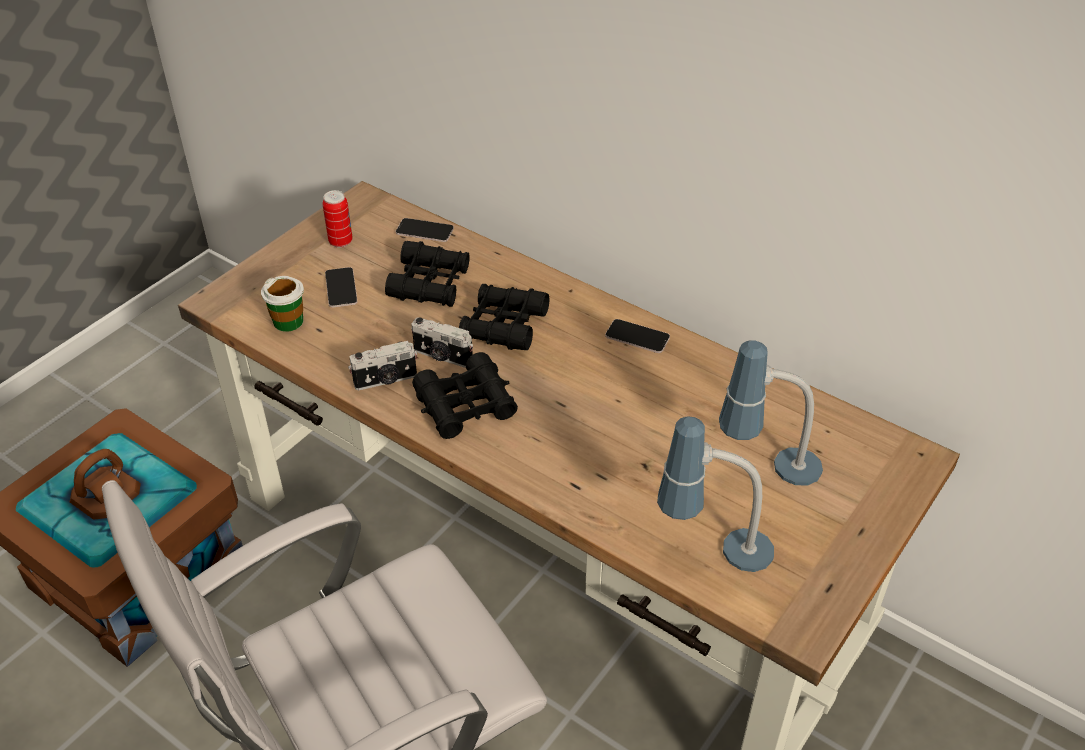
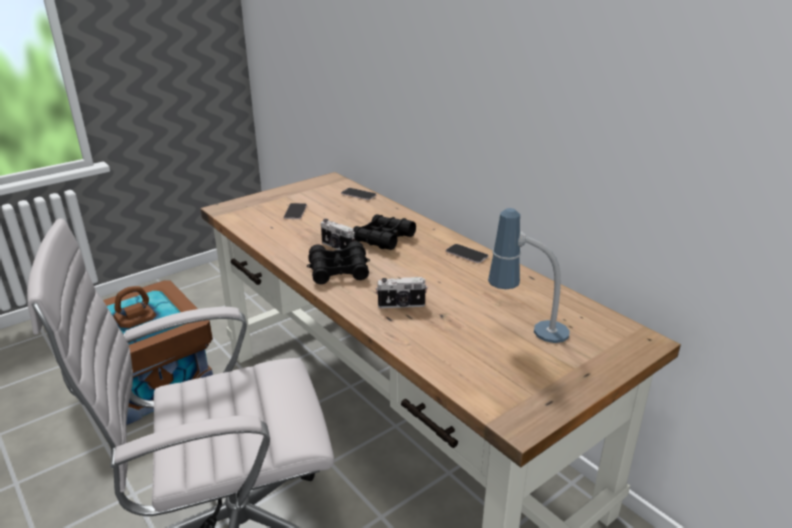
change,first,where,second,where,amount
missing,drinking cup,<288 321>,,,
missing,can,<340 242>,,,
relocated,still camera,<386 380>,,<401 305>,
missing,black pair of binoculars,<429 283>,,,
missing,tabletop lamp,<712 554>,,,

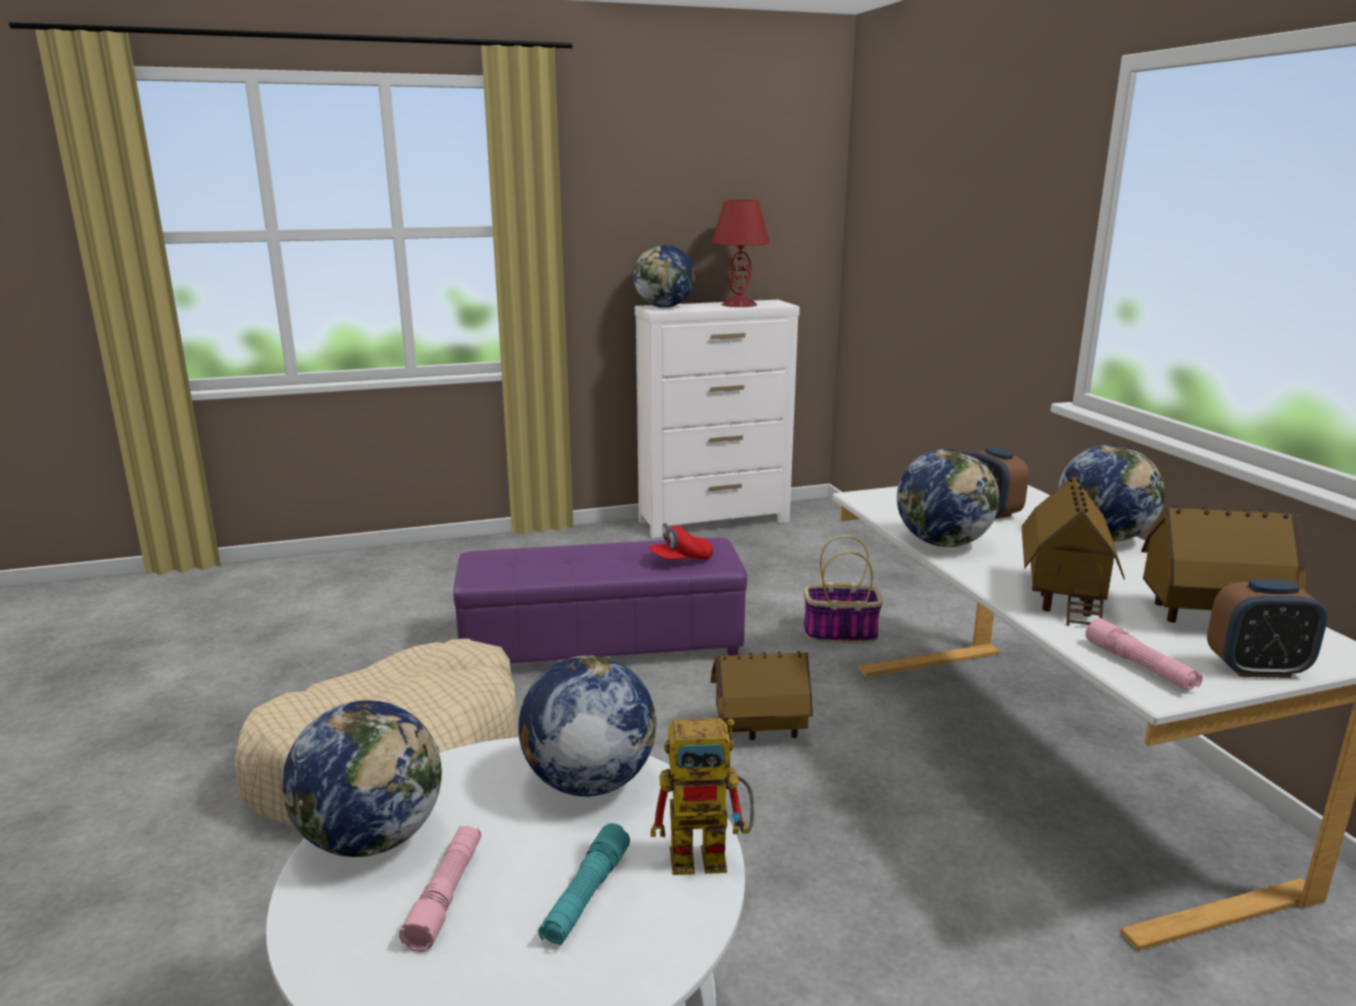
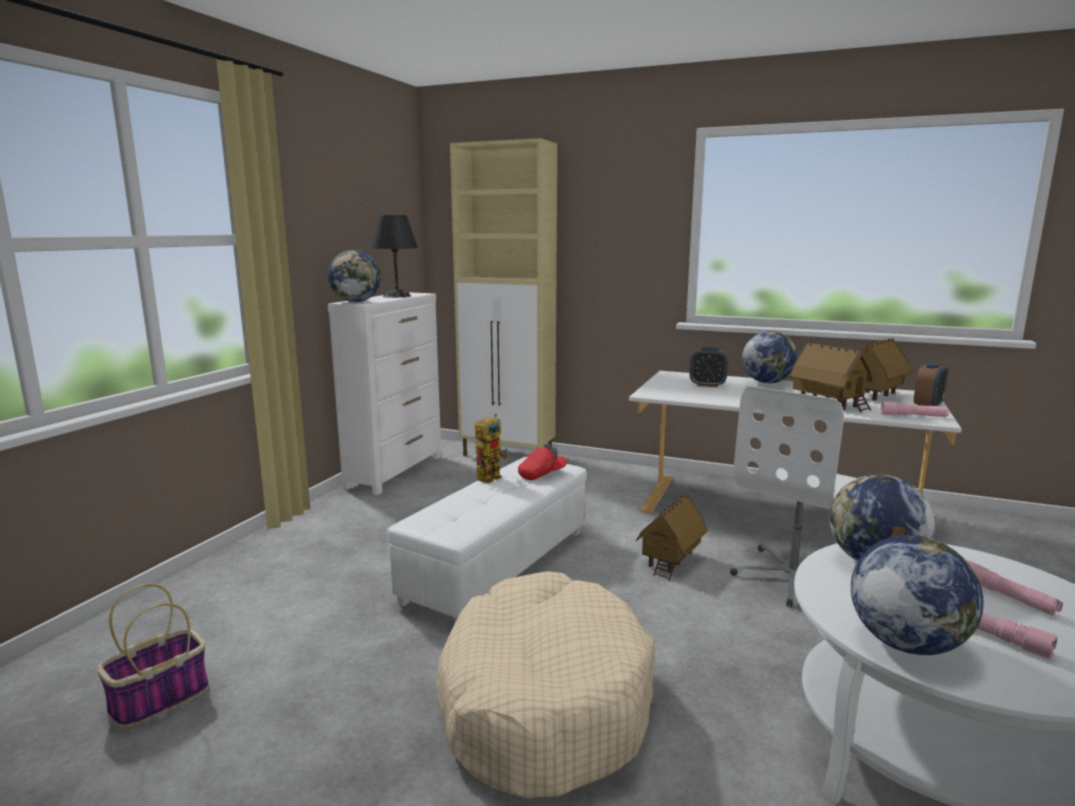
change,first,where,second,where,amount
colour,purplish footrest,<603 645>,white-coloured footrest,<498 564>,
colour,turquoise hand torch,<586 896>,pink-coloured hand torch,<1003 596>,
spun,red-coloured peaked cap,<680 560>,,<542 474>,135 degrees counterclockwise
relocated,robot figure,<711 855>,,<491 476>,
colour,red-coloured tabletop lamp,<739 304>,black tabletop lamp,<397 296>,
relocated,basket,<839 633>,,<159 700>,
missing,desk globe,<943 543>,,,
appeared,,,beige storage cabinet,<508 456>,
appeared,,,white-coloured desk chair,<793 577>,

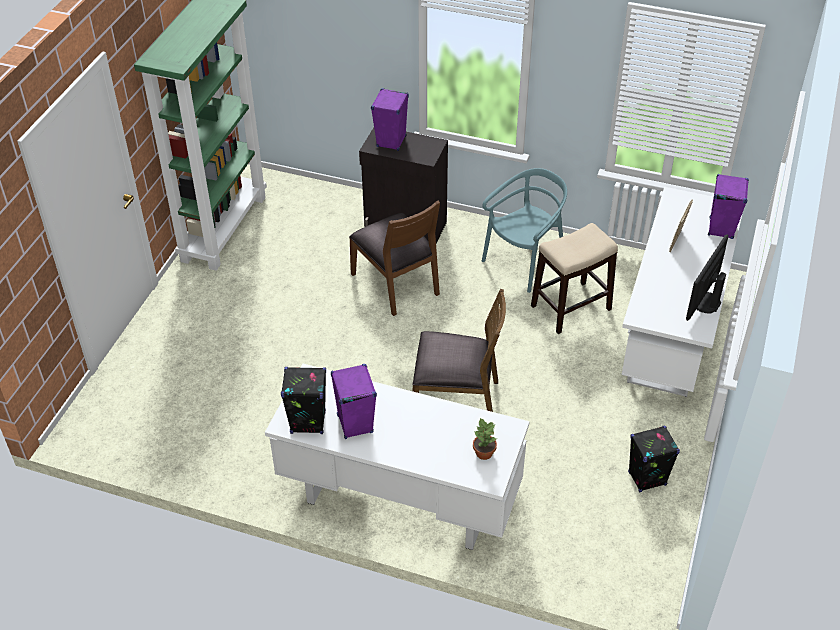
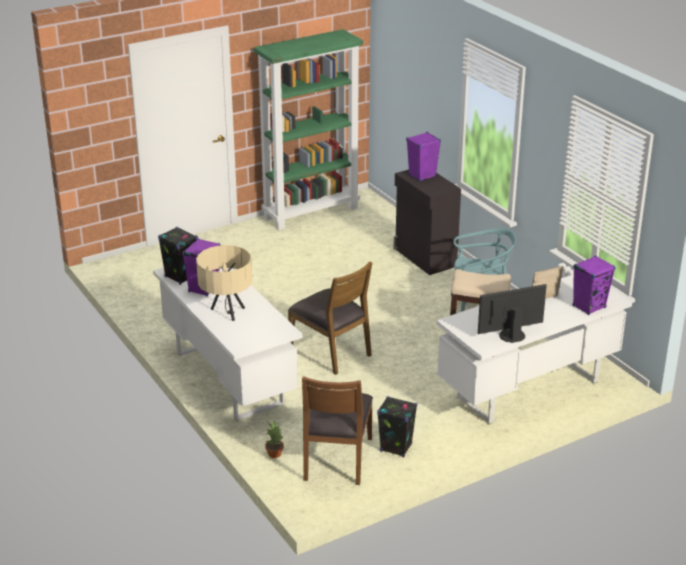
change,first,where,second,where,amount
relocated,brownish upright chair,<396 283>,,<336 459>,
relocated,plant in a pot,<483 452>,,<274 453>,
appeared,,,beige tabletop lamp,<226 312>,

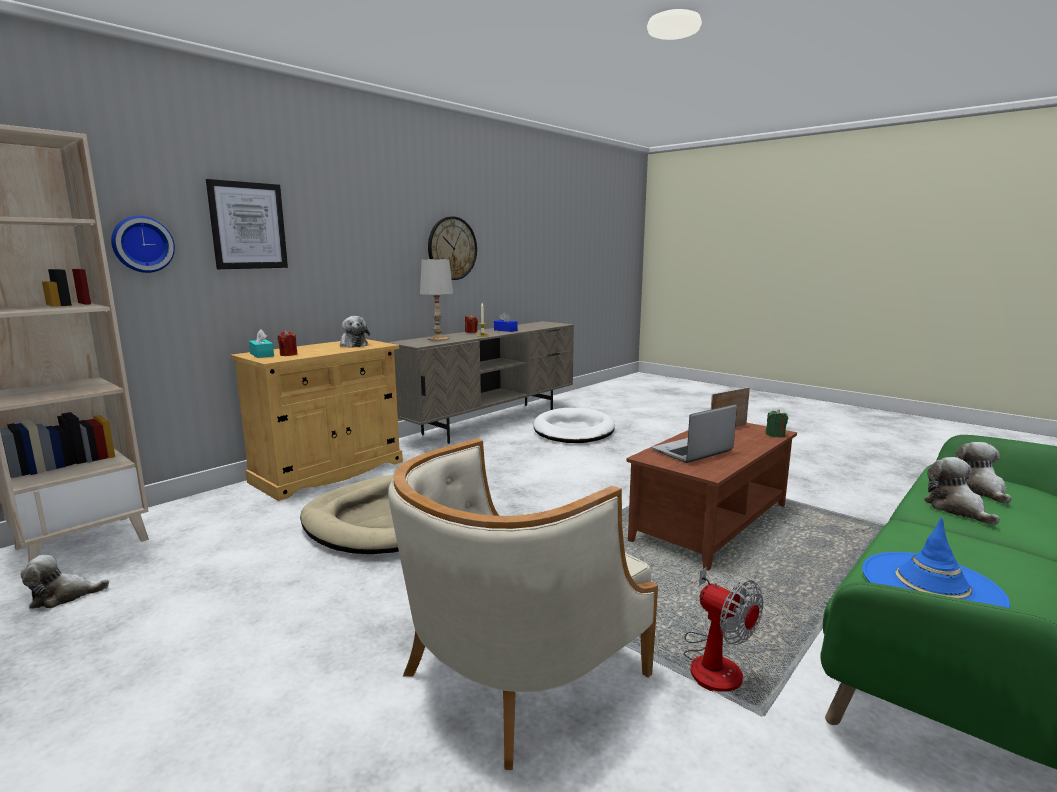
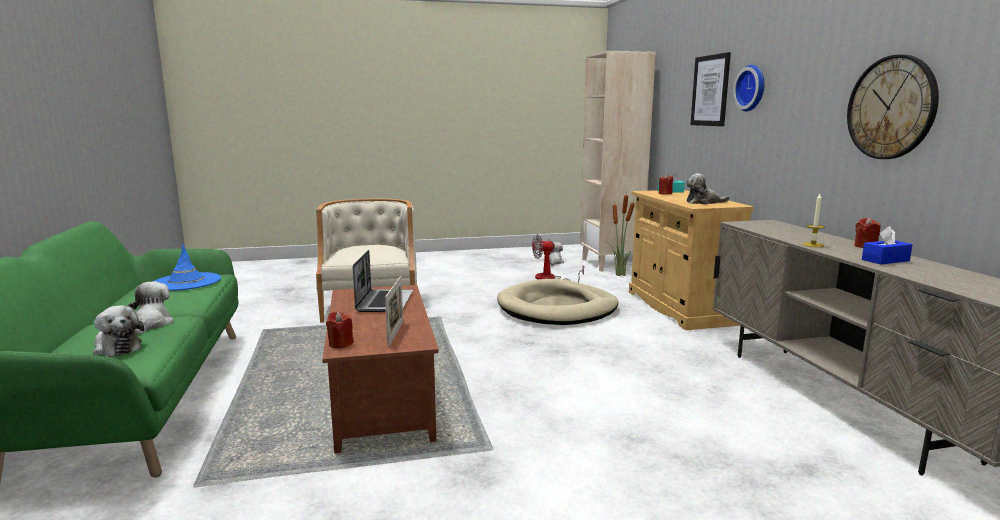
change,first,where,second,where,amount
relocated,wall clock,<142 244>,,<752 88>,
missing,white-coloured tabletop lamp,<438 338>,,,
missing,white-coloured dog bed,<573 430>,,,
relocated,fan,<713 661>,,<550 279>,
colour,green candle,<775 435>,red-coloured candle,<340 344>,
spun,plush toy,<956 509>,,<151 324>,120 degrees counterclockwise
appeared,,,plant in a pot,<619 275>,

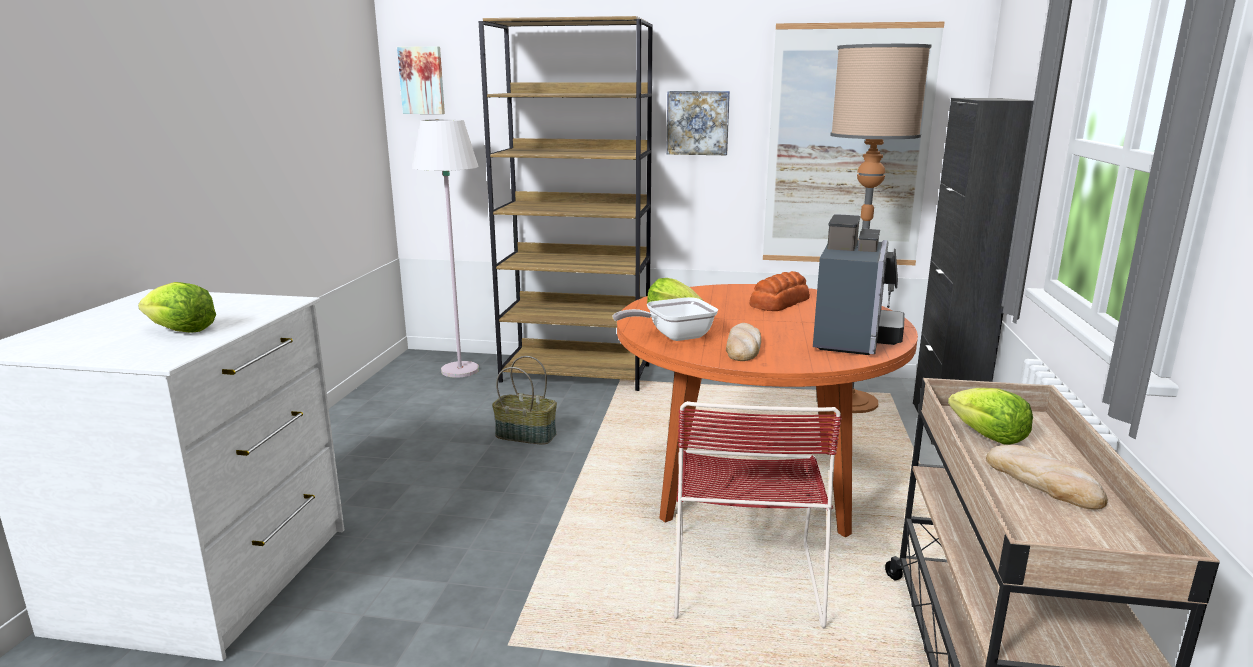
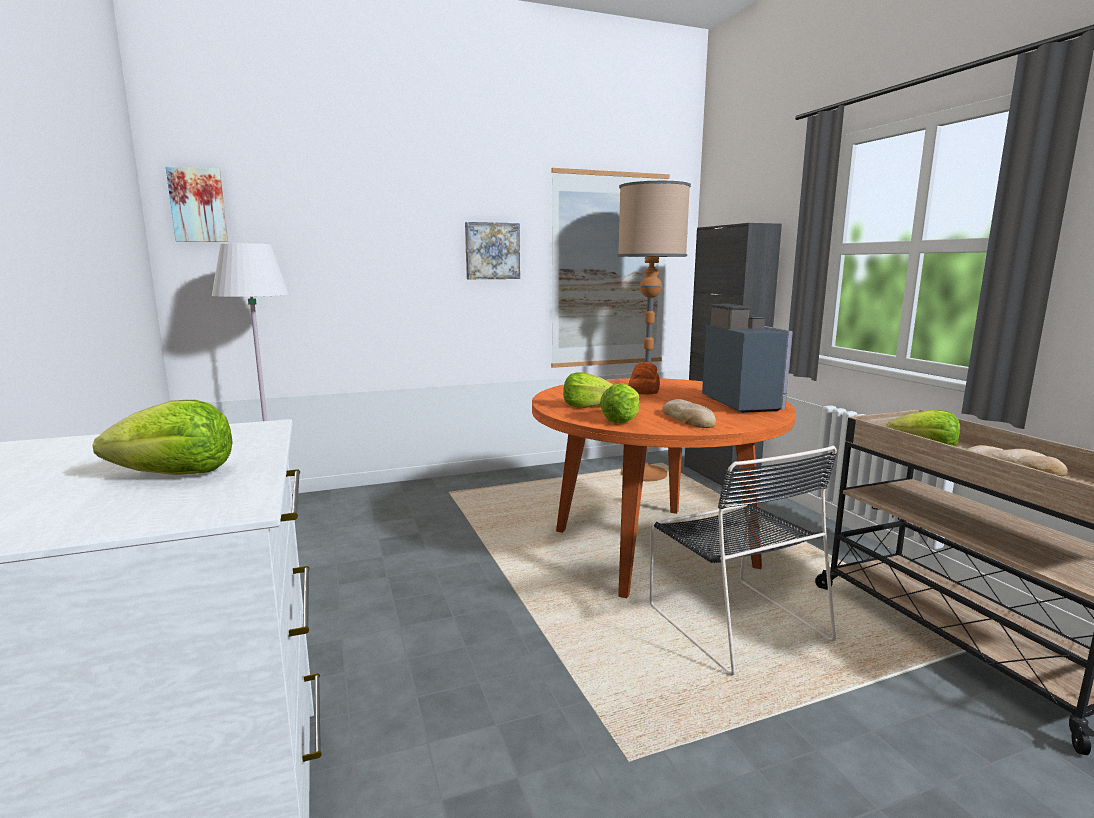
change,first,where,second,where,amount
missing,brownish shelving unit,<577 373>,,,
missing,basket,<526 435>,,,
exchanged,pan,<673 336>,lettuce,<621 420>,
colour,red-coloured upright chair,<745 574>,black upright chair,<733 620>,

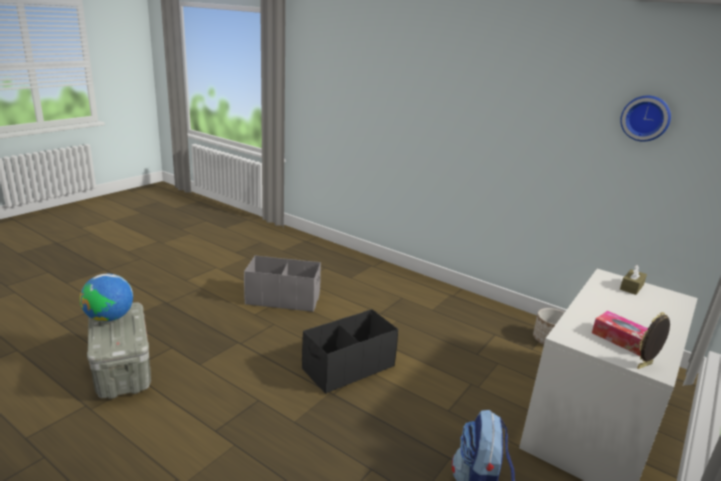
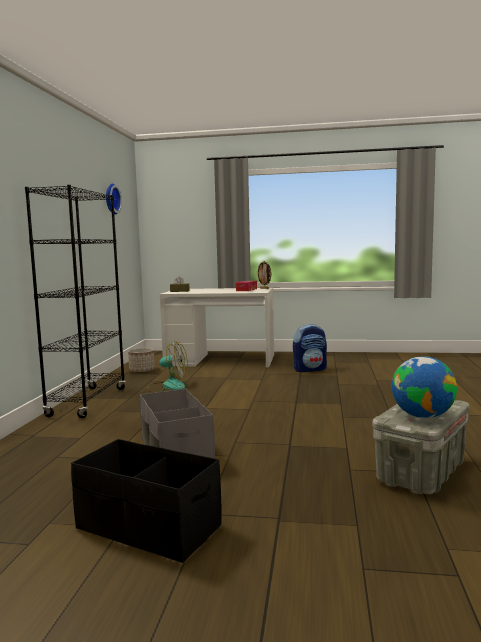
change,first,where,second,where,amount
relocated,black storage container,<348 367>,,<148 527>,
appeared,,,black shelving unit,<88 402>,
appeared,,,fan,<168 386>,

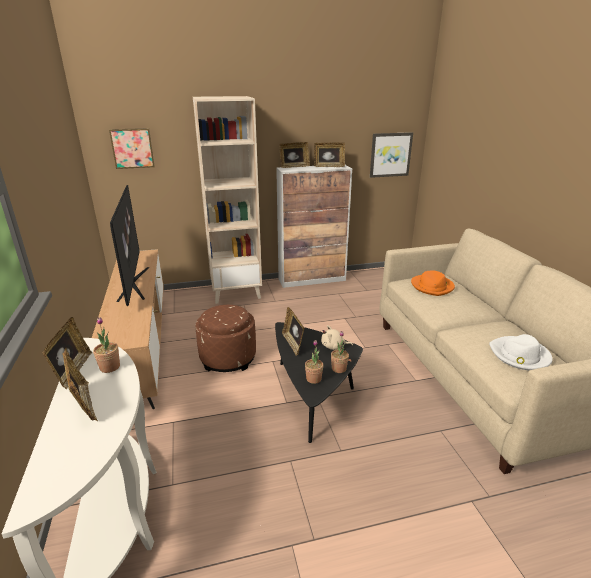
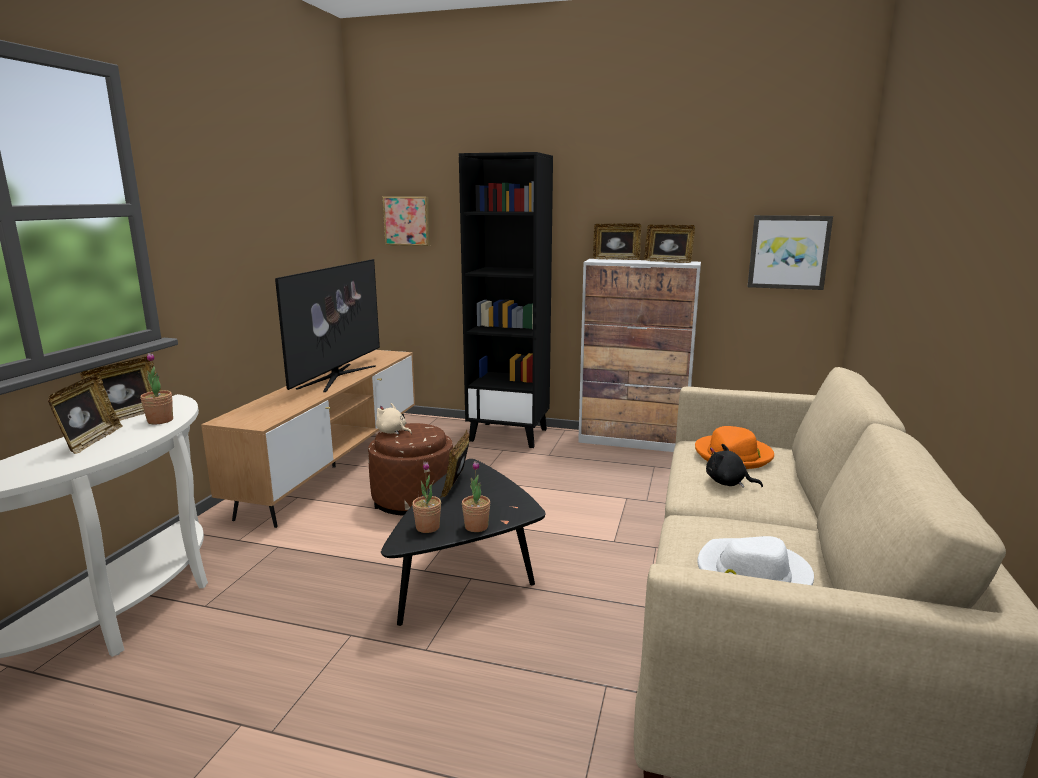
change,first,where,second,where,amount
colour,beige shelving unit,<236 292>,black shelving unit,<509 435>,
relocated,beige plush toy,<334 346>,,<392 432>,
appeared,,,black plush toy,<728 483>,

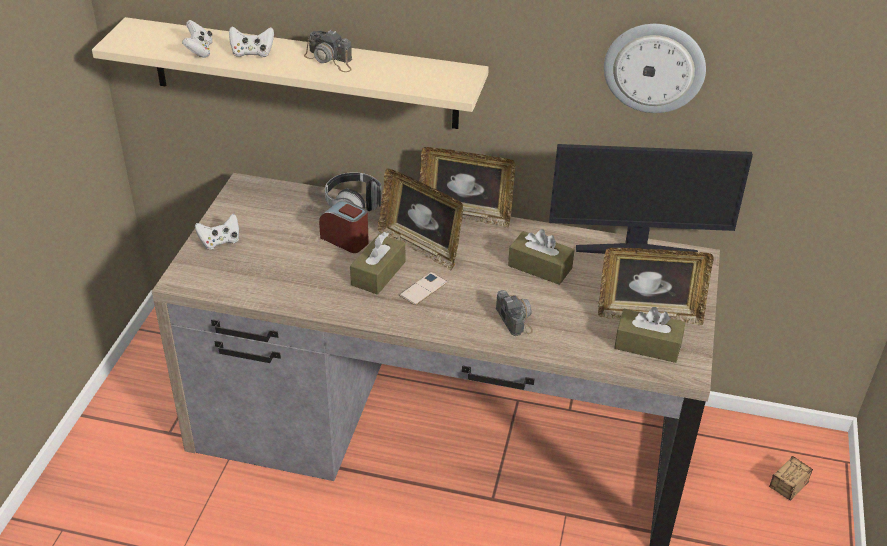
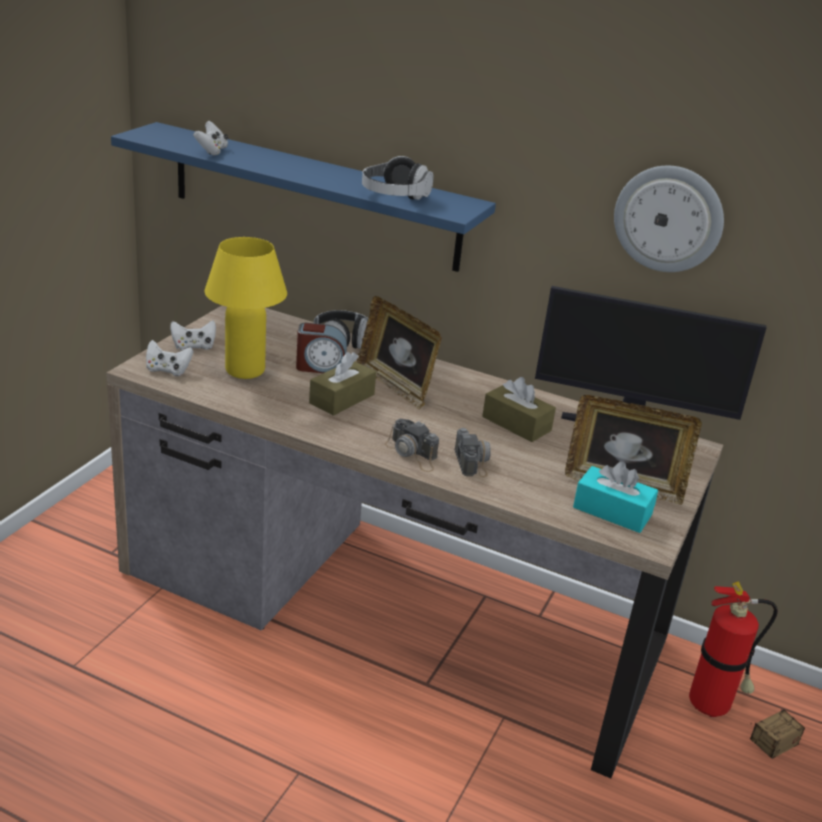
change,first,where,second,where,amount
colour,beige shelf,<303 73>,blue-coloured shelf,<313 196>,
relocated,white-coloured joypad,<252 53>,,<168 370>,
relocated,still camera,<330 60>,,<412 454>,
spun,alarm clock,<345 240>,,<320 367>,135 degrees clockwise
missing,telephone,<423 289>,,,
missing,picture frame,<465 214>,,,
colour,brownish tissue holder,<647 345>,turquoise tissue holder,<612 511>,
appeared,,,yellow-coloured tabletop lamp,<245 370>,
appeared,,,headphones,<394 196>,
appeared,,,fire-fighting cylinder,<713 706>,

